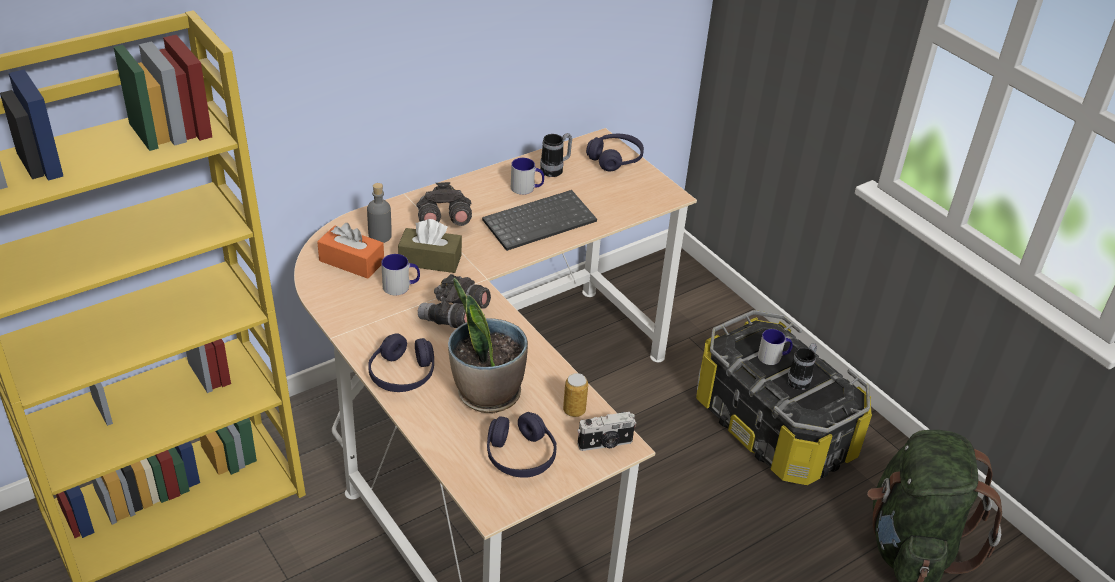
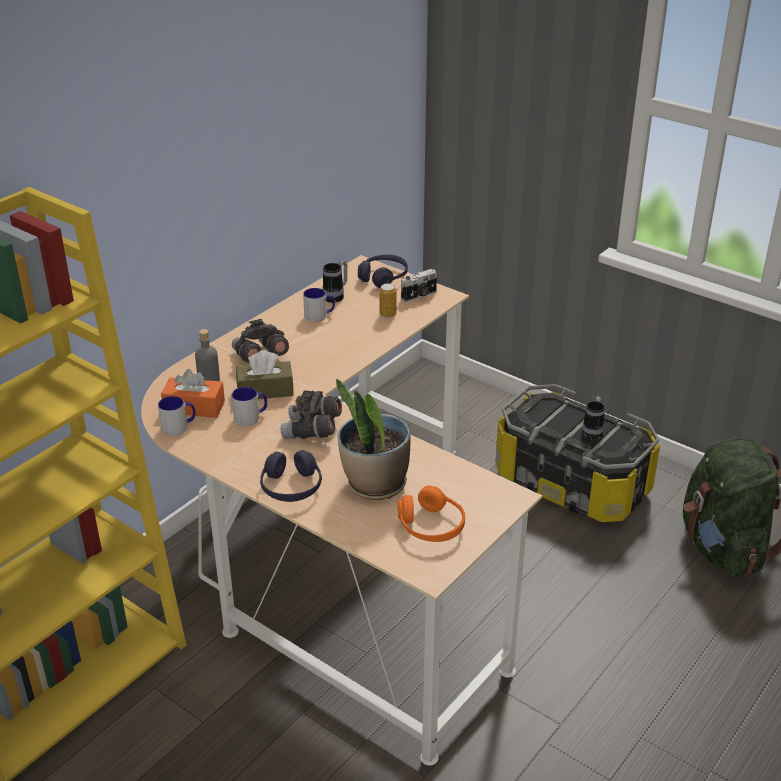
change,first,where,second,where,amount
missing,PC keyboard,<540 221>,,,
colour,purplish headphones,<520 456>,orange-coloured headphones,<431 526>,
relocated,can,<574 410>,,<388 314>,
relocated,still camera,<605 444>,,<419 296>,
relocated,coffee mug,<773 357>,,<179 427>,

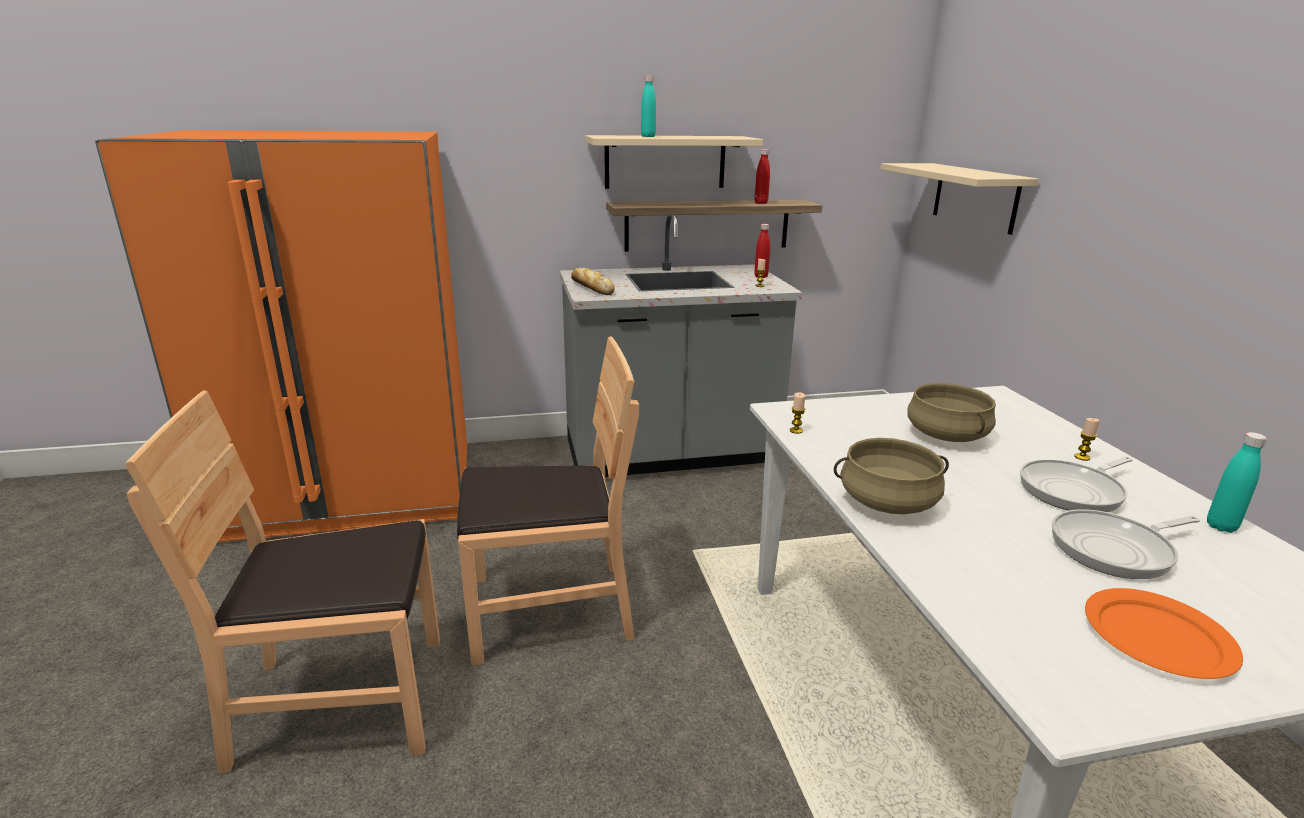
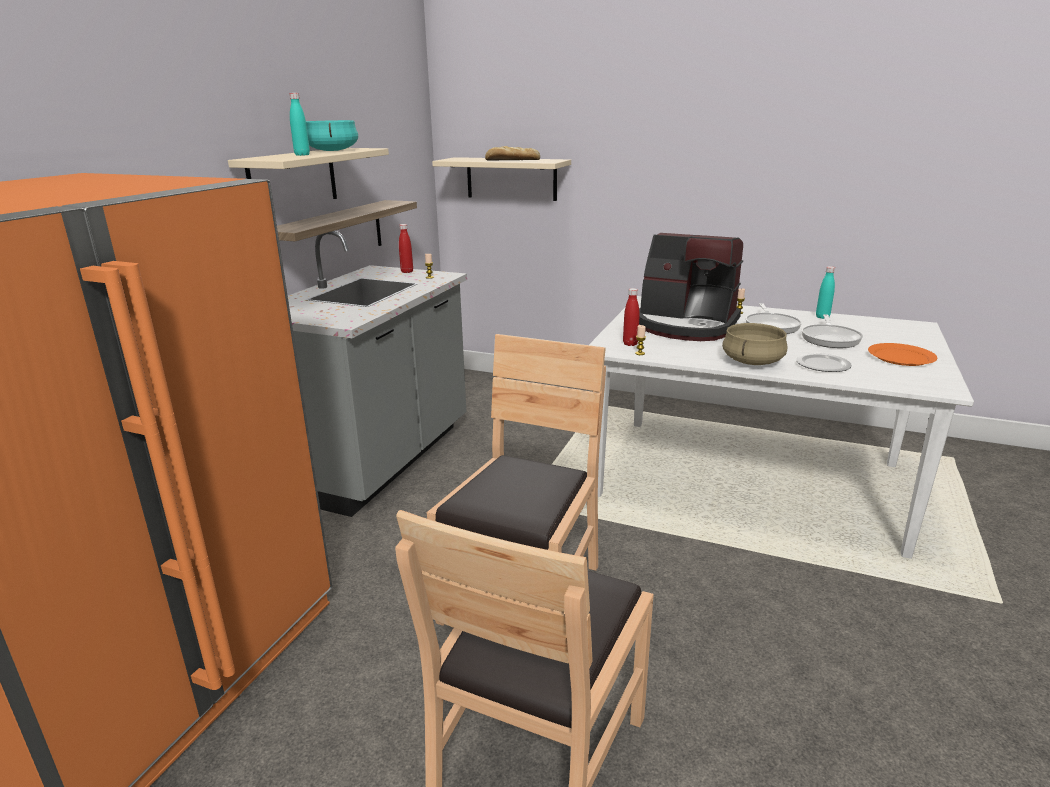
change,first,where,second,where,amount
relocated,bakery bread,<591 288>,,<511 160>,
relocated,red-coloured bottle,<761 203>,,<630 344>,
exchanged,beige saucepot,<947 435>,coffee maker,<686 326>,
appeared,,,turquoise saucepot,<332 151>,
appeared,,,dinner plate,<823 365>,

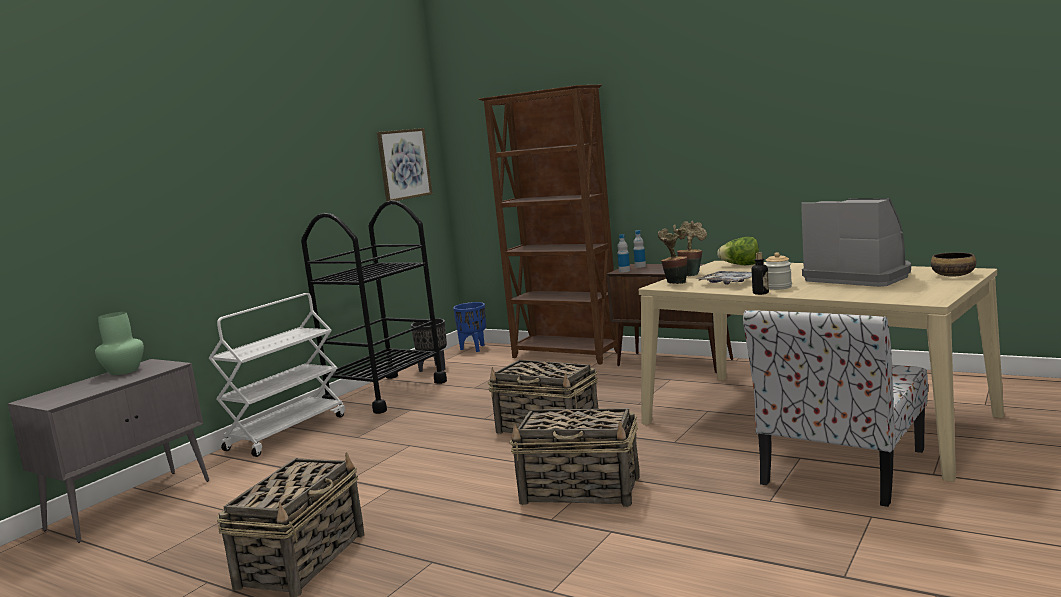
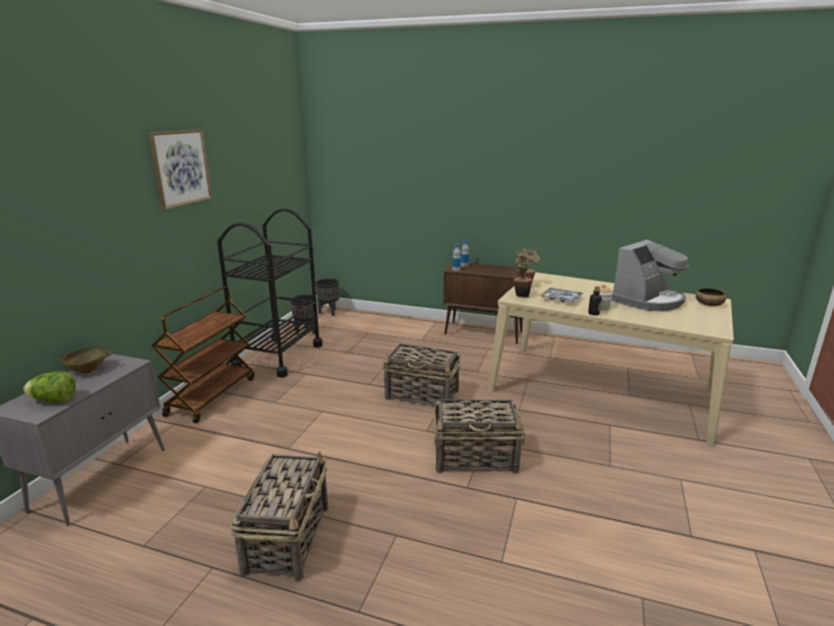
change,first,where,second,where,amount
exchanged,green vase,<123 371>,beige deep dish,<88 370>,
colour,white-coloured trolley,<287 432>,brownish trolley,<211 396>,
relocated,wall picture,<404 164>,,<181 168>,
colour,blue-coloured plant pot,<474 348>,black plant pot,<329 312>,
missing,brownish shelving unit,<566 355>,,,
relocated,lettuce,<740 265>,,<54 400>,
missing,upright chair,<841 469>,,,
spun,coffee maker,<859 277>,,<647 300>,105 degrees clockwise

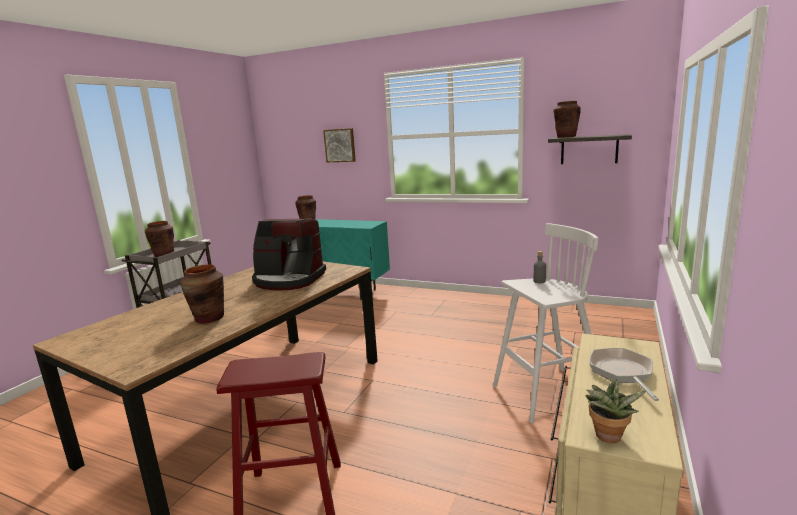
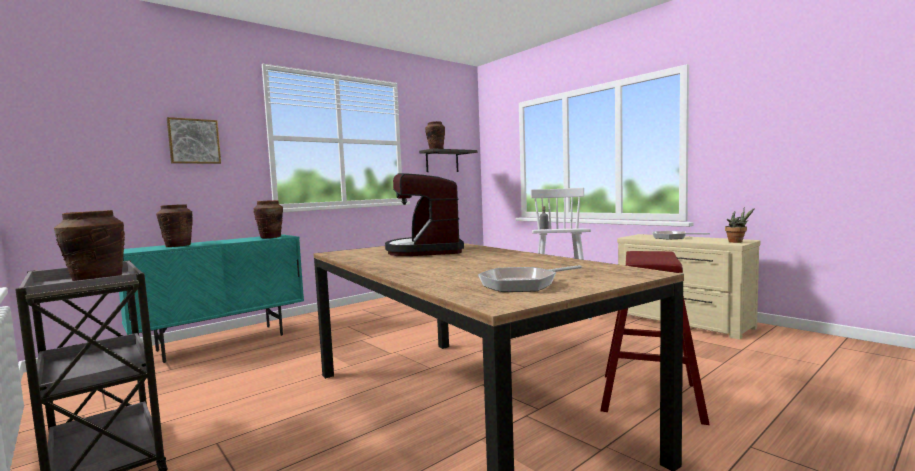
change,first,where,second,where,amount
relocated,brownish vase,<209 318>,,<270 237>,
spun,coffee maker,<288 280>,,<426 251>,135 degrees clockwise
appeared,,,pan,<523 284>,

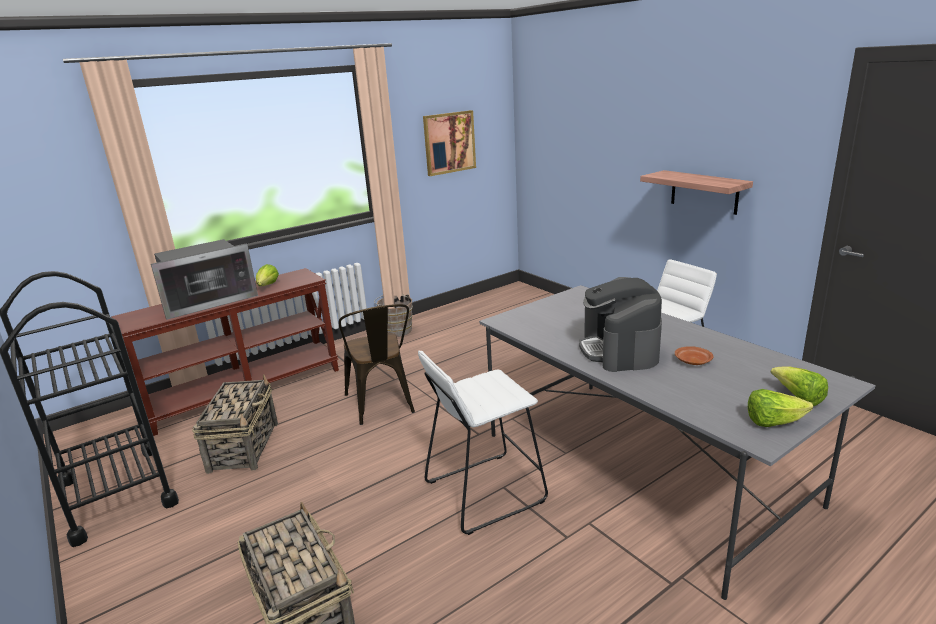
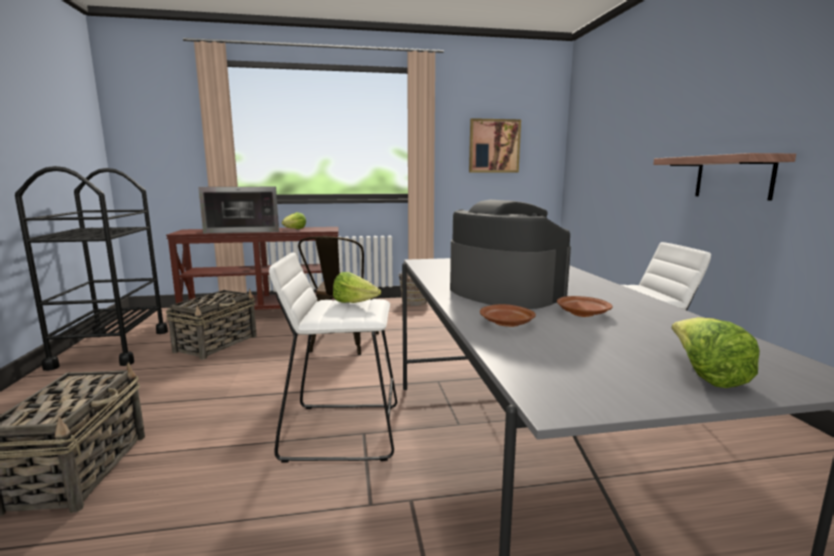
change,first,where,second,where,amount
spun,coffee maker,<619 350>,,<504 292>,120 degrees clockwise
relocated,lettuce,<773 422>,,<354 303>,
appeared,,,brownish dinner plate,<507 323>,

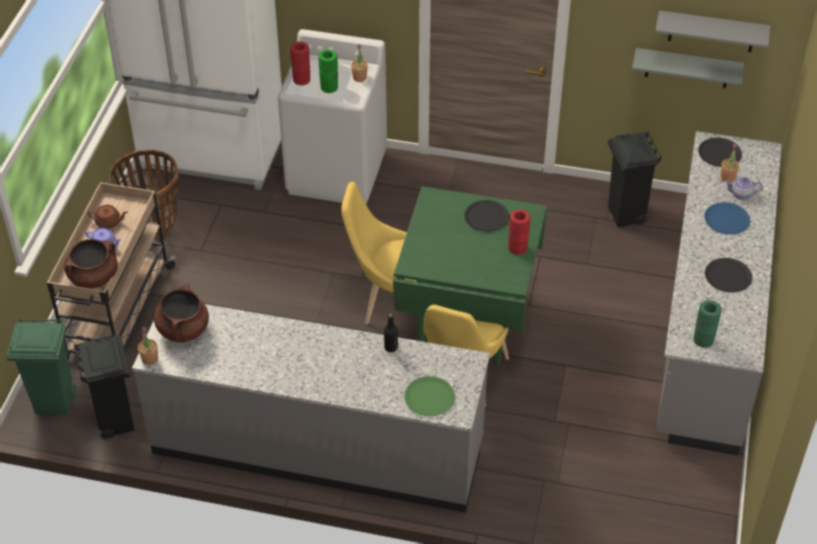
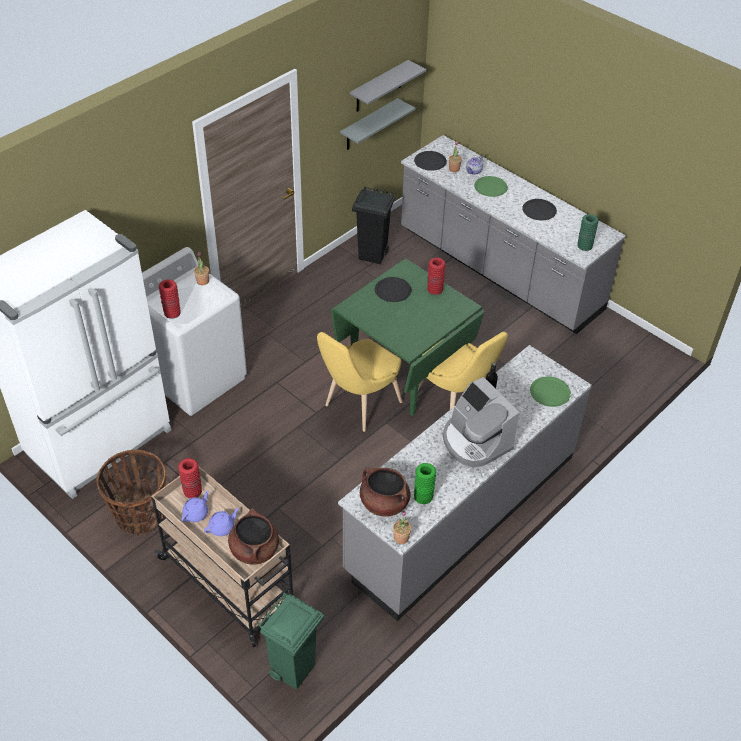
change,first,where,second,where,amount
missing,black rubbish bin,<116 421>,,,
colour,brownish tea pot,<109 222>,purplish tea pot,<196 513>,
relocated,green vase,<329 87>,,<423 496>,
colour,blue-coloured dinner plate,<727 219>,green dinner plate,<490 187>,
appeared,,,red-coloured vase,<192 491>,
appeared,,,coffee maker,<475 441>,

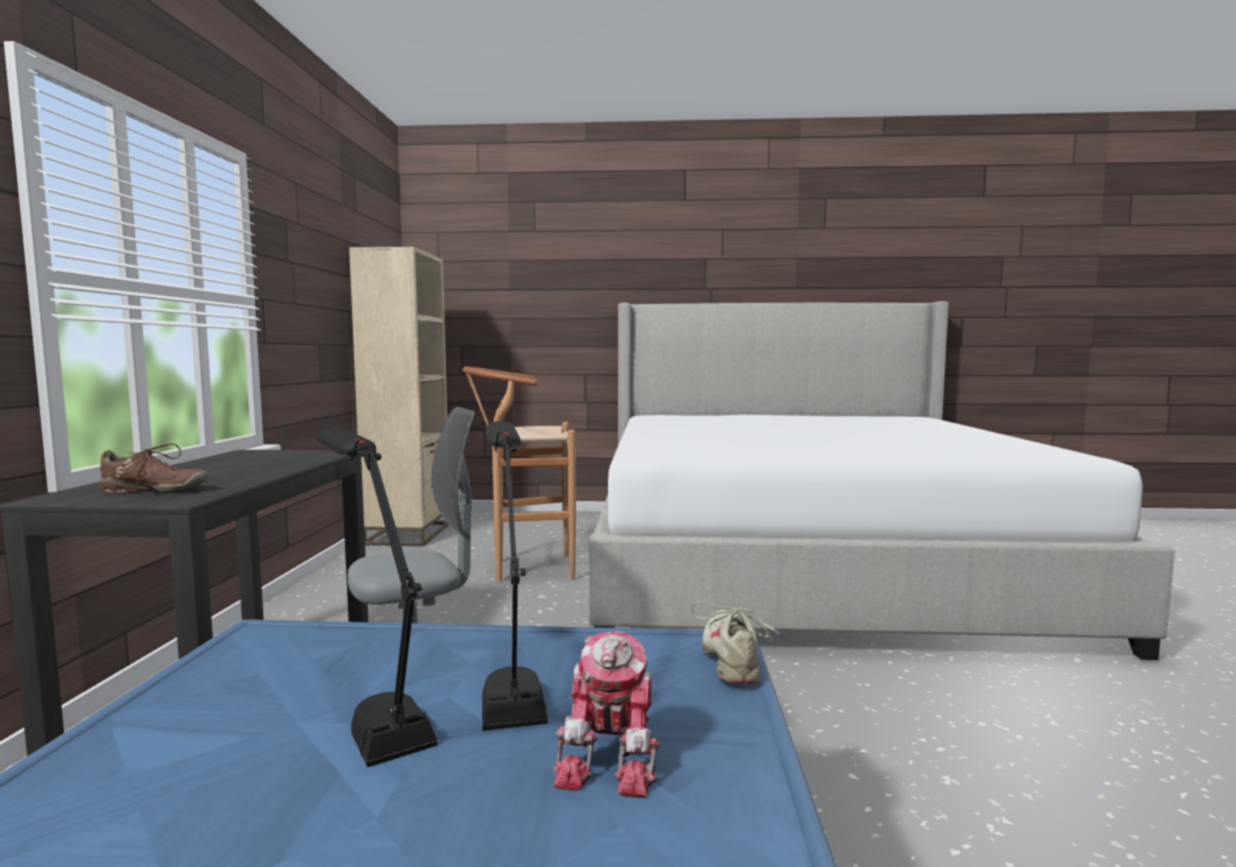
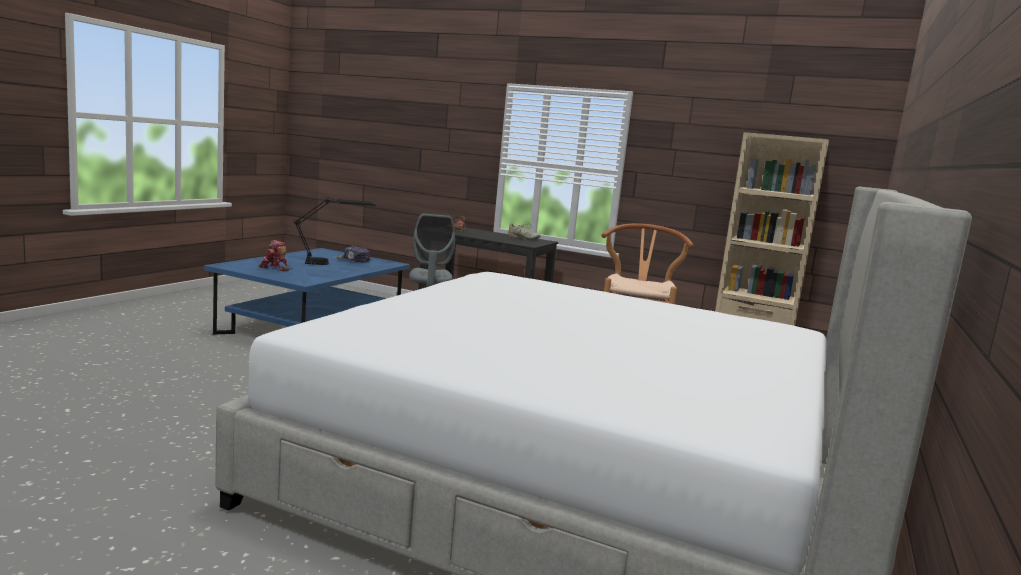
change,first,where,second,where,amount
missing,black tabletop lamp,<510 675>,,,
relocated,beige item of footwear,<733 658>,,<523 238>,
appeared,,,peaked cap,<353 260>,

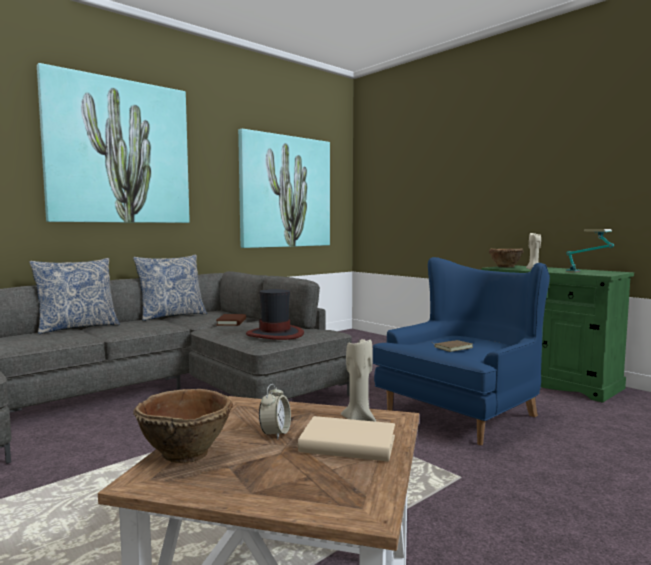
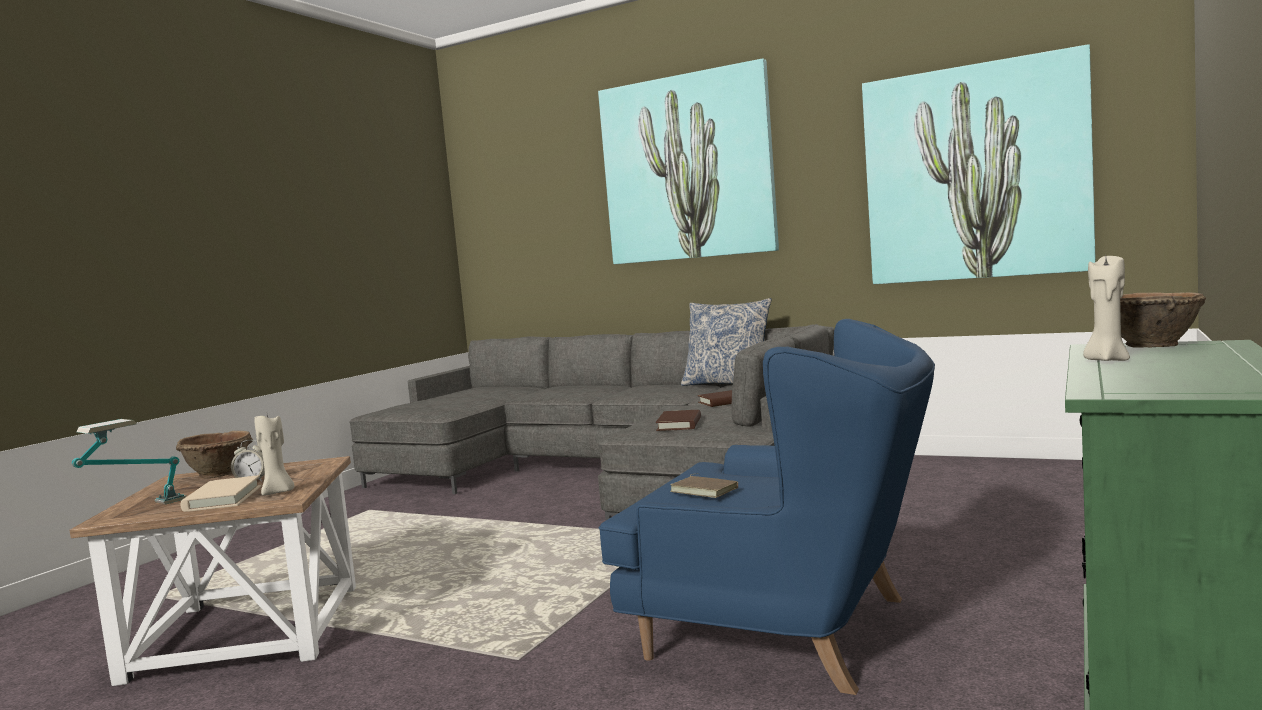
change,first,where,second,where,amount
missing,throw pillow,<77 327>,,,
exchanged,hat,<275 334>,brownish book,<679 424>,
relocated,tabletop lamp,<588 273>,,<136 510>,

